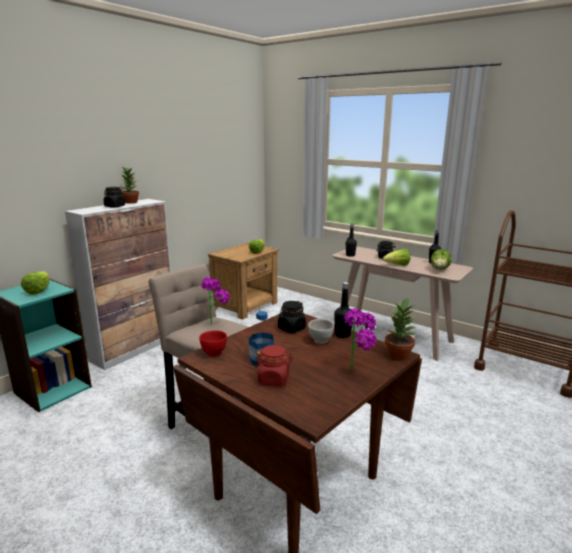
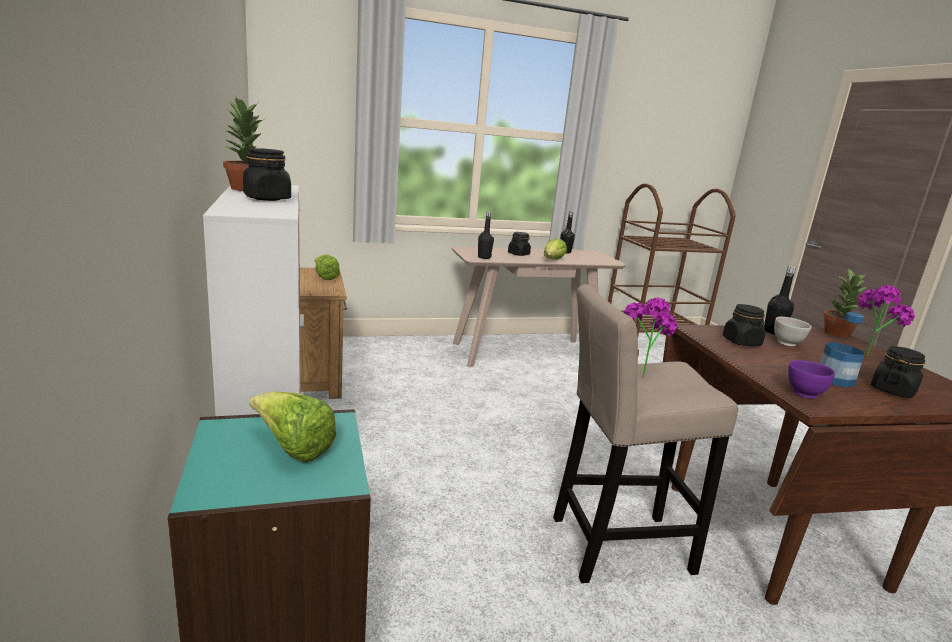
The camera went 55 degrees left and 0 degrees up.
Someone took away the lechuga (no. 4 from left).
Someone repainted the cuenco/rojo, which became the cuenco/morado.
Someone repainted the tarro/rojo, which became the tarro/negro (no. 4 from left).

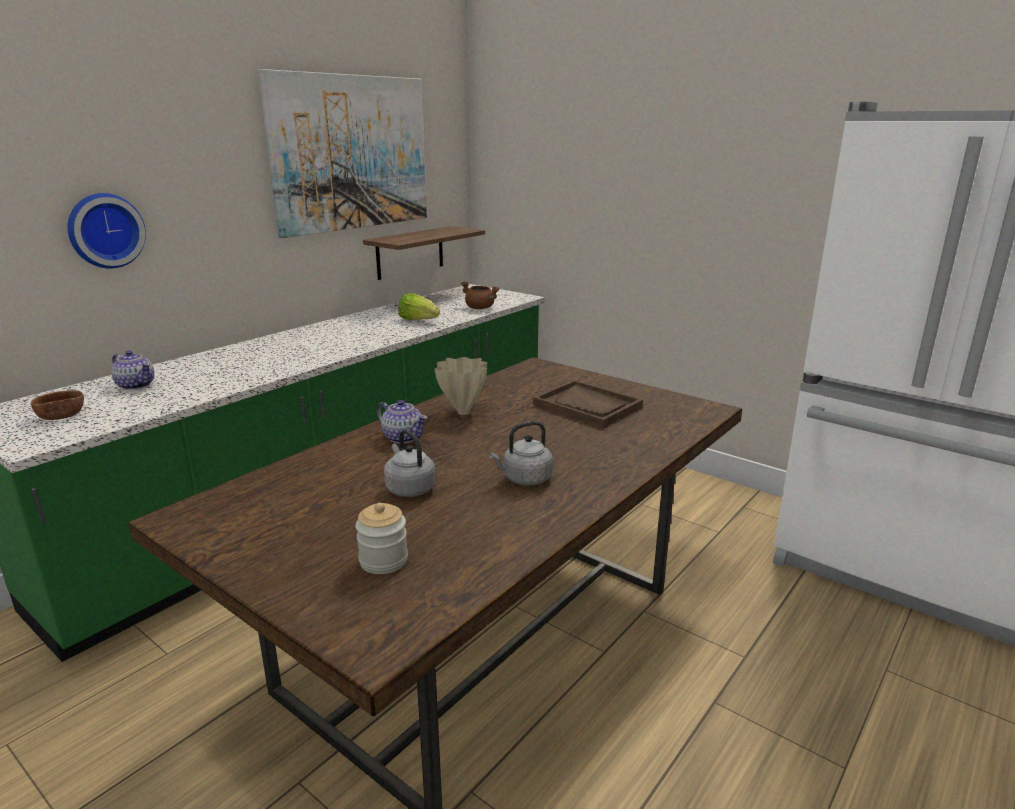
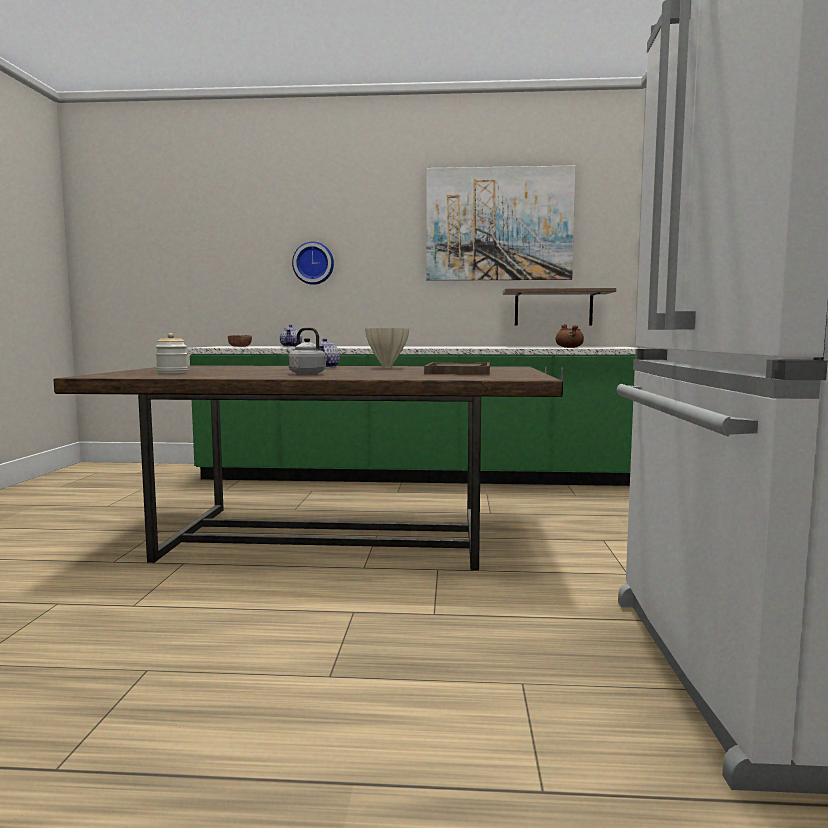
The camera went 55 degrees right and 15 degrees down.
Someone took away the lechuga.
Someone took away the hervidor/gris (no. 1 from left).

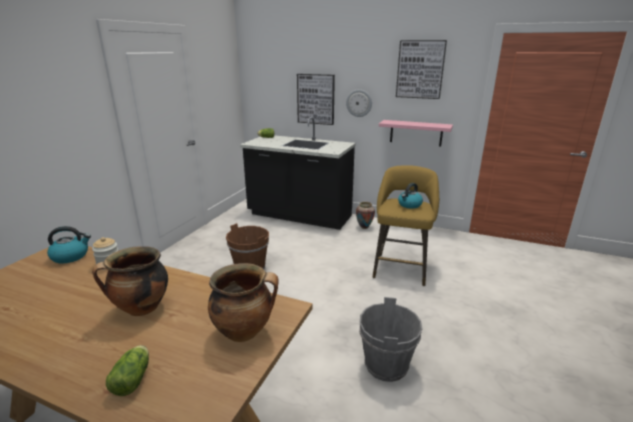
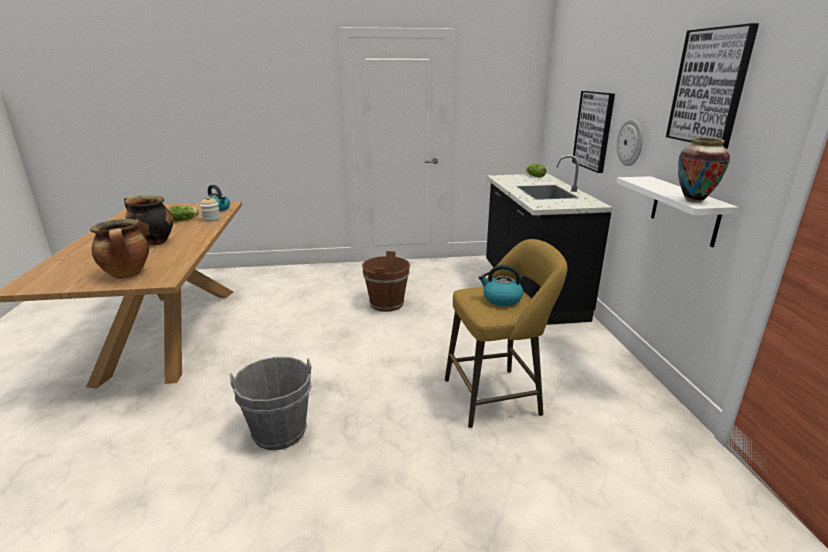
The camera went 60 degrees right and 0 degrees up.
Someone repainted the estante/rosa, which became the estante/blanco.
Someone carried the florero.
Someone carried the lechuga (no. 1 from left).

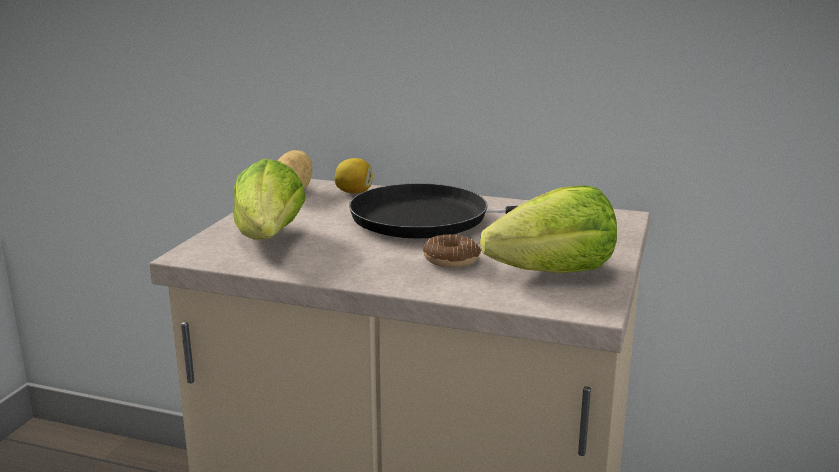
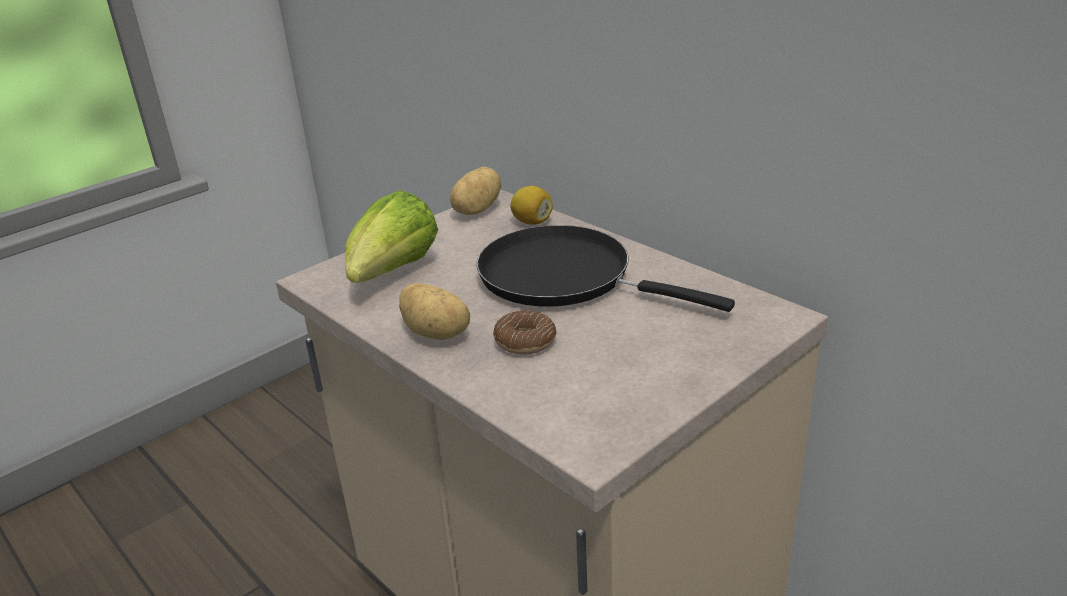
The camera went 30 degrees right and 10 degrees up.
Someone took away the lechuga (no. 2 from left).
Someone put down the patata (no. 1 from left).

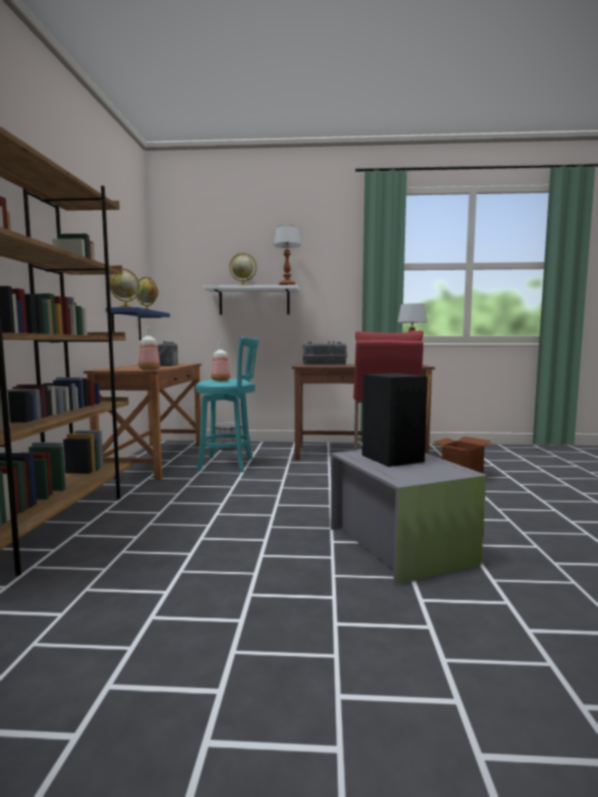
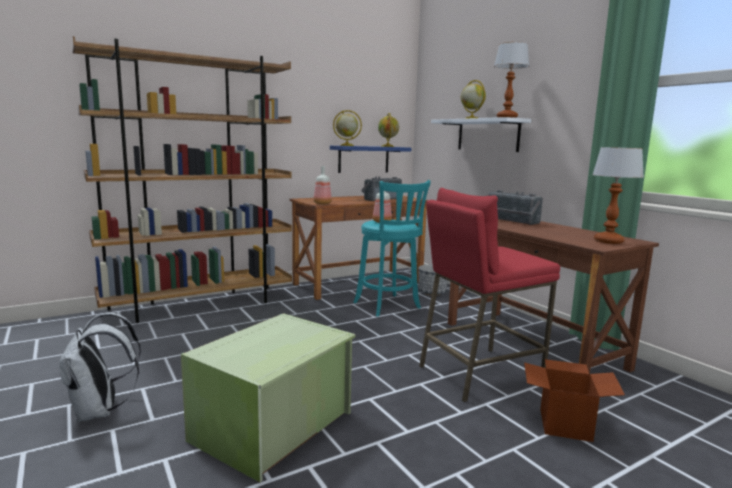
The camera went 55 degrees right and 5 degrees up.
Someone took away the altavoz/negro.
Someone repainted the caja de almacenaje/gris, which became the caja de almacenaje/verde.
Someone put down the mochila/blanco.

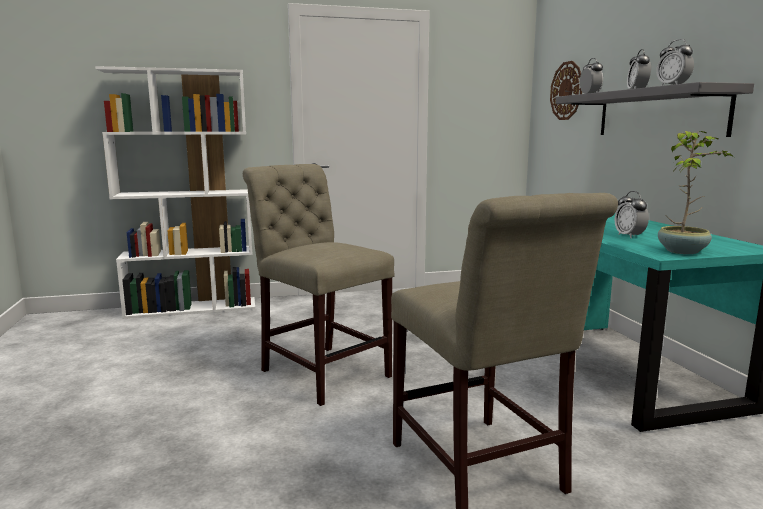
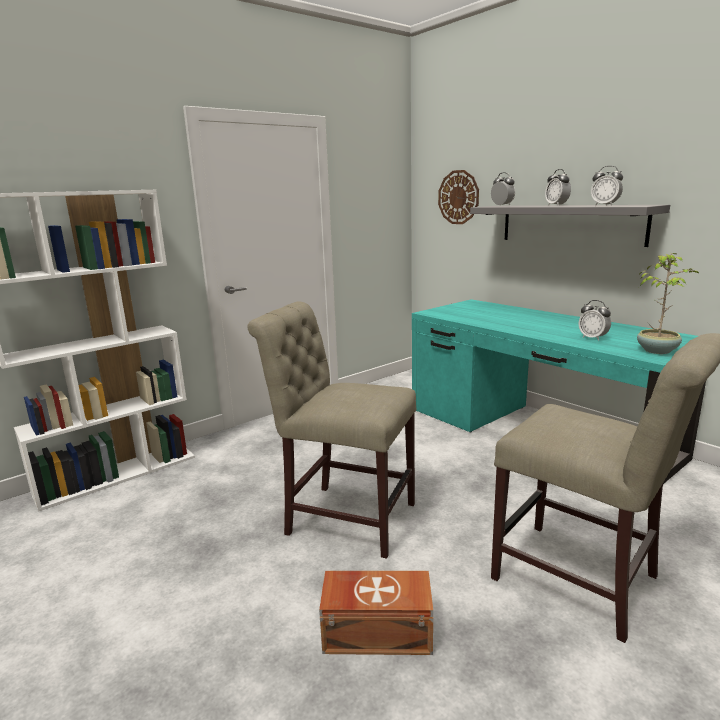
The camera went 25 degrees left and 5 degrees up.
Someone put down the caja de almacenaje/marrón.

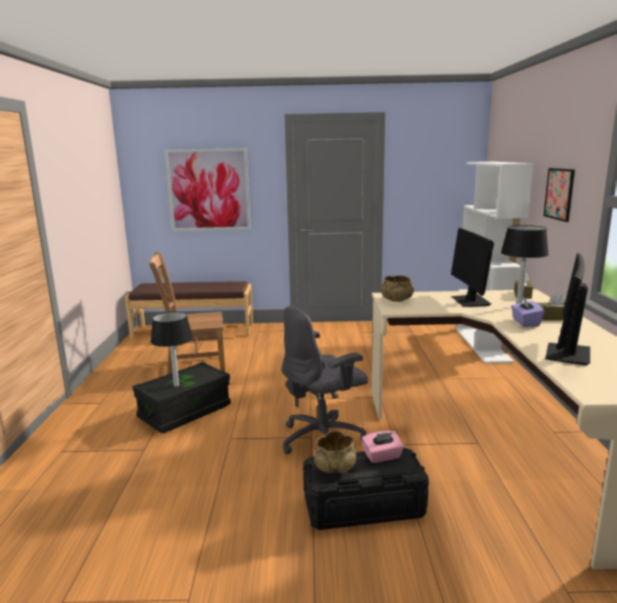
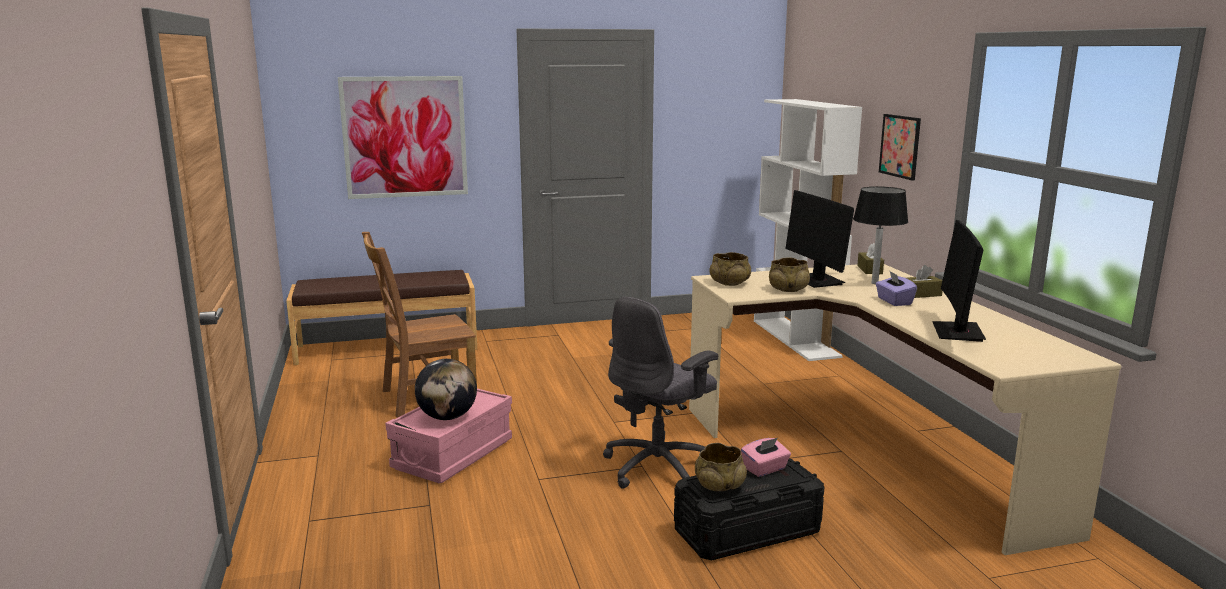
The camera went 15 degrees left and 0 degrees up.
Someone swapped the lámpara de mesa/negro (no. 1 from left) for the globo terráqueo.
Someone repainted the caja de almacenaje/negro (no. 1 from left), which became the caja de almacenaje/rosa.
Someone put down the cuenco/beis (no. 3 from left).

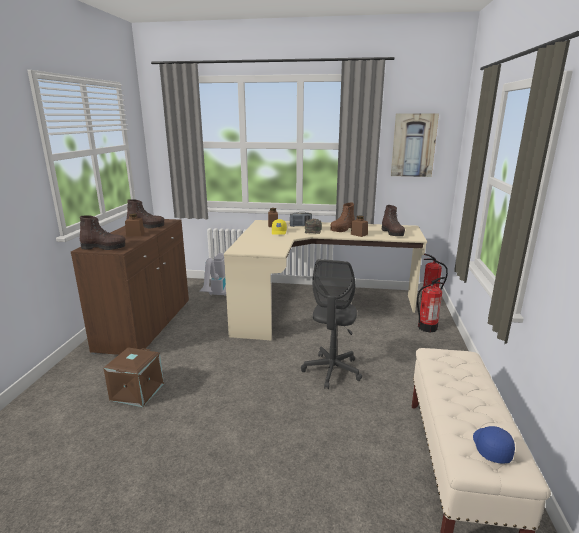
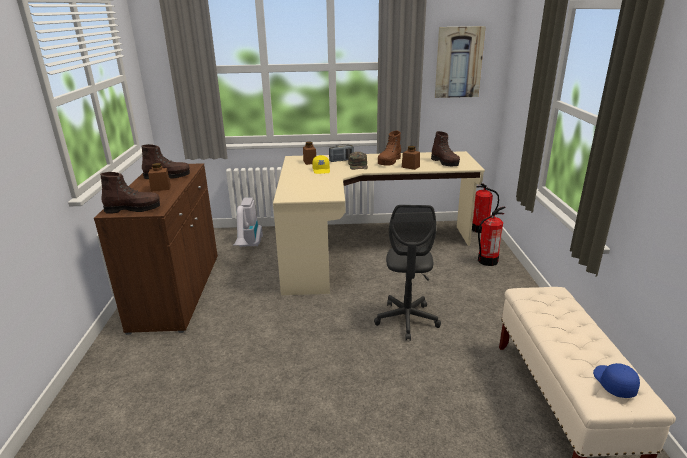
The camera went 10 degrees left and 5 degrees up.
Someone took away the caja de almacenaje/marrón.

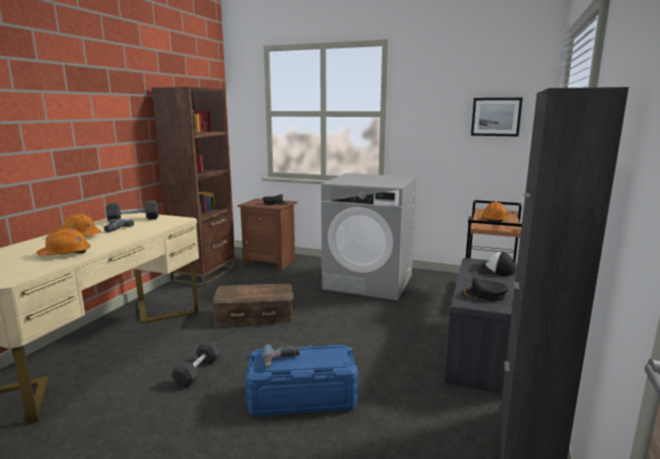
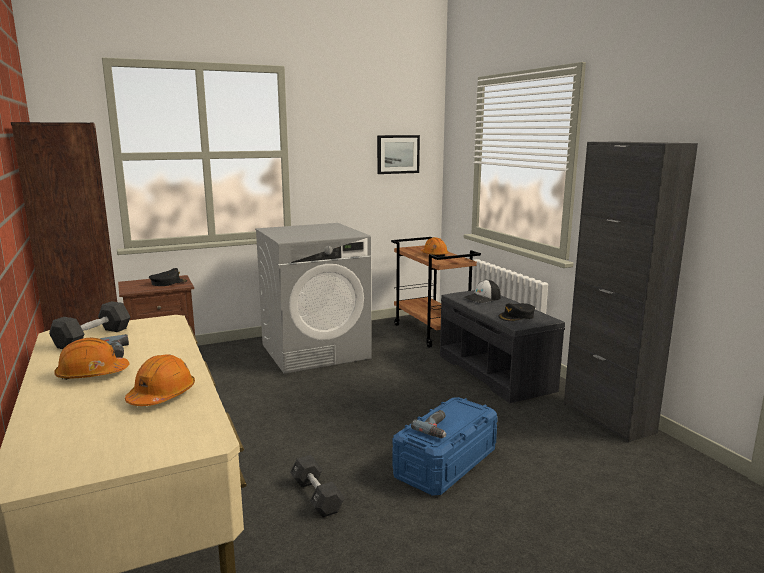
The camera went 45 degrees left and 0 degrees up.
Someone took away the caja de almacenaje/marrón.

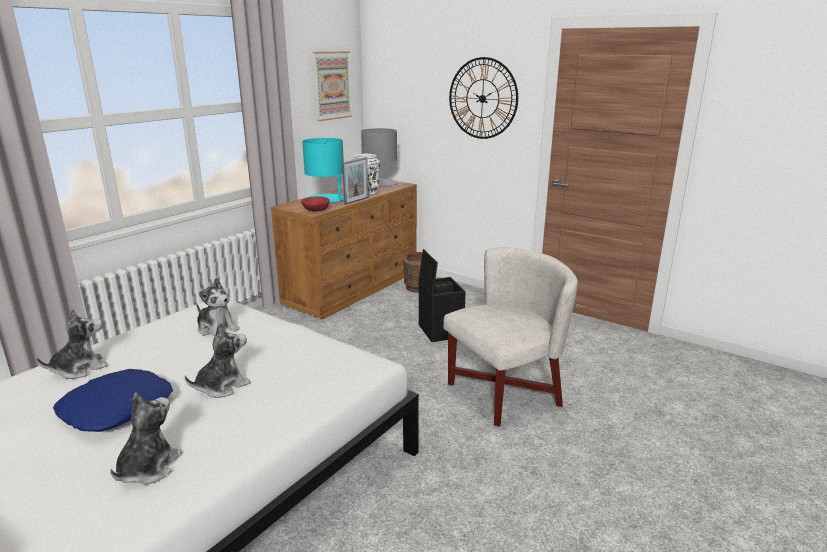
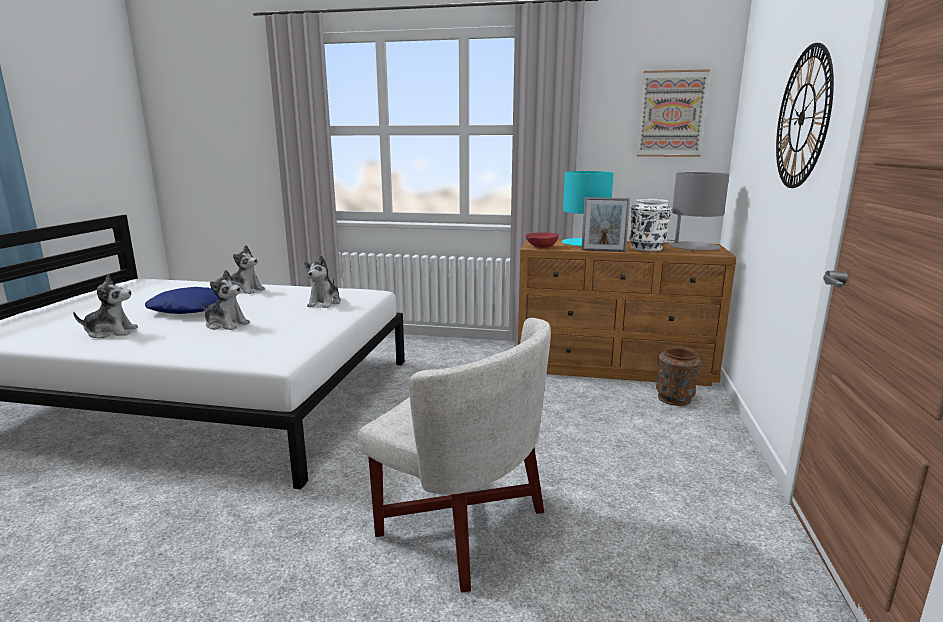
The camera went 65 degrees right and 5 degrees down.
Someone took away the caja de almacenaje/negro.

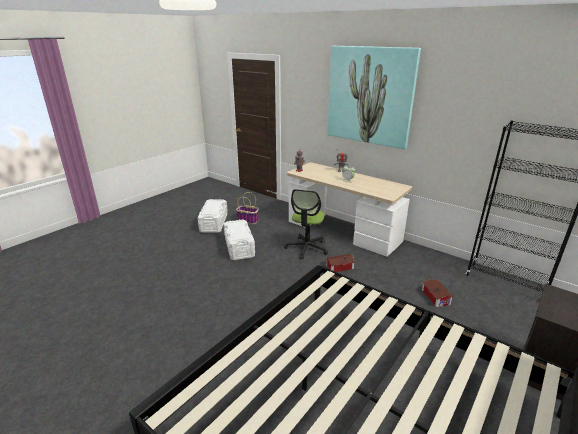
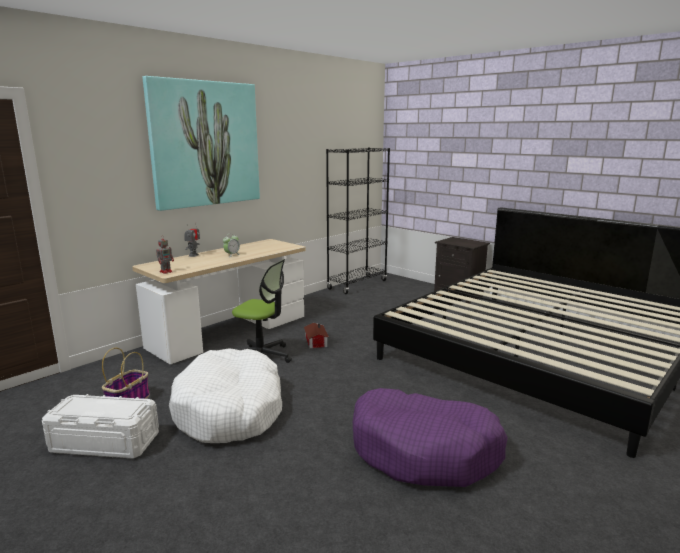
The camera went 85 degrees left and 10 degrees down.
Someone swapped the caja de almacenaje/blanco (no. 2 from left) for the cama para perro/blanco.
Someone took away the casita (no. 2 from left).
Someone put down the cama para perro/morado.

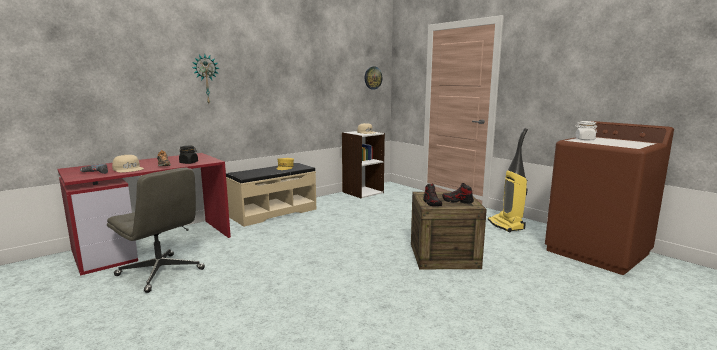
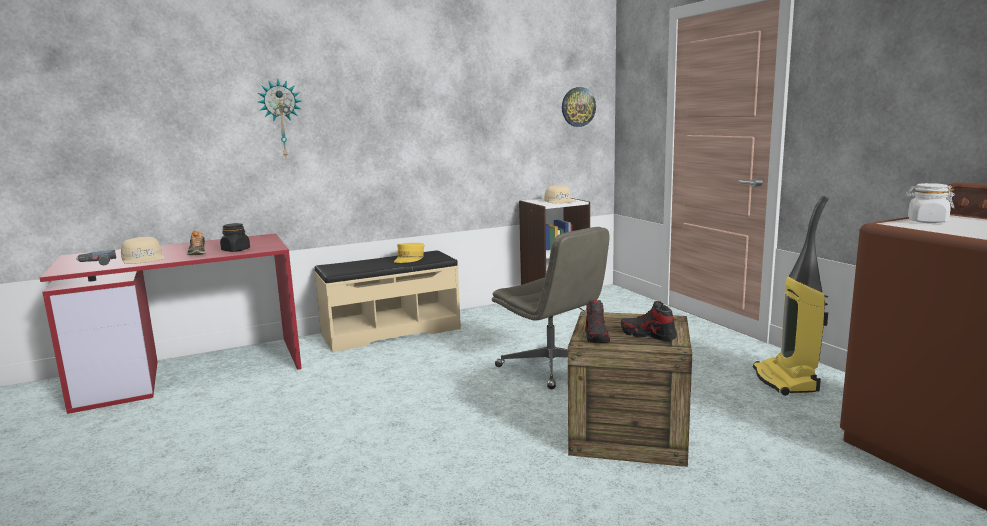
The camera went 15 degrees right and 0 degrees up.
Someone carried the silla de oficina/gris.

